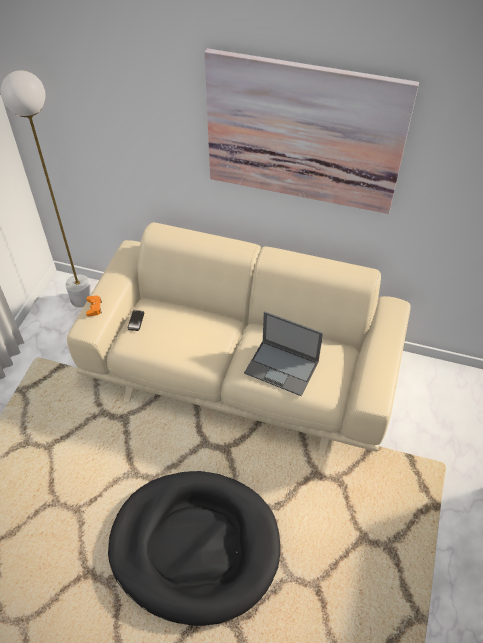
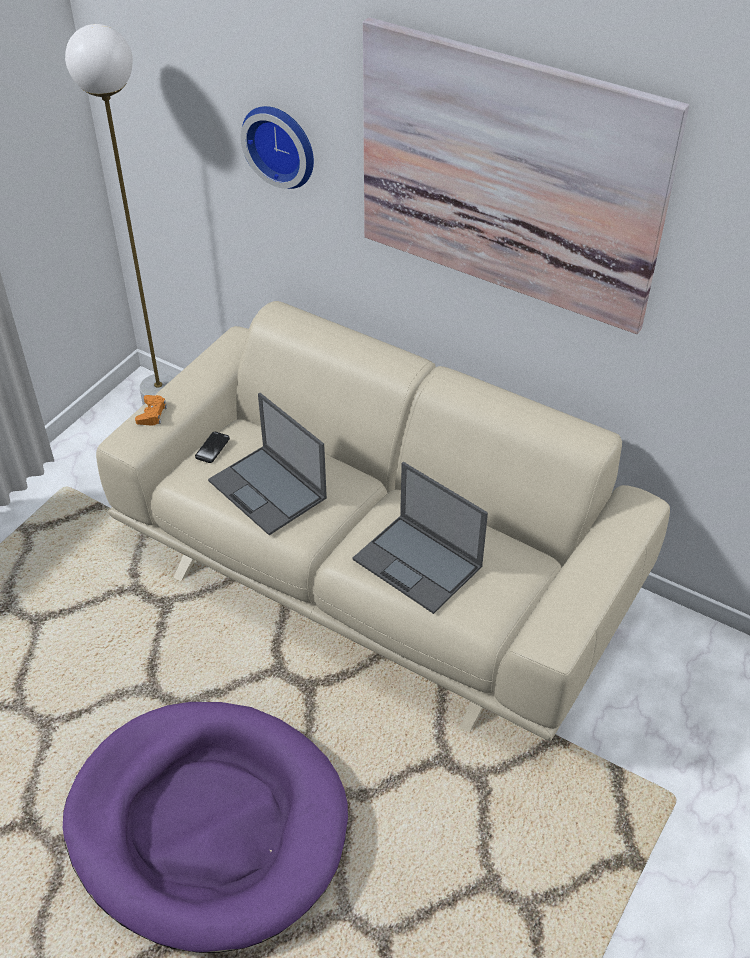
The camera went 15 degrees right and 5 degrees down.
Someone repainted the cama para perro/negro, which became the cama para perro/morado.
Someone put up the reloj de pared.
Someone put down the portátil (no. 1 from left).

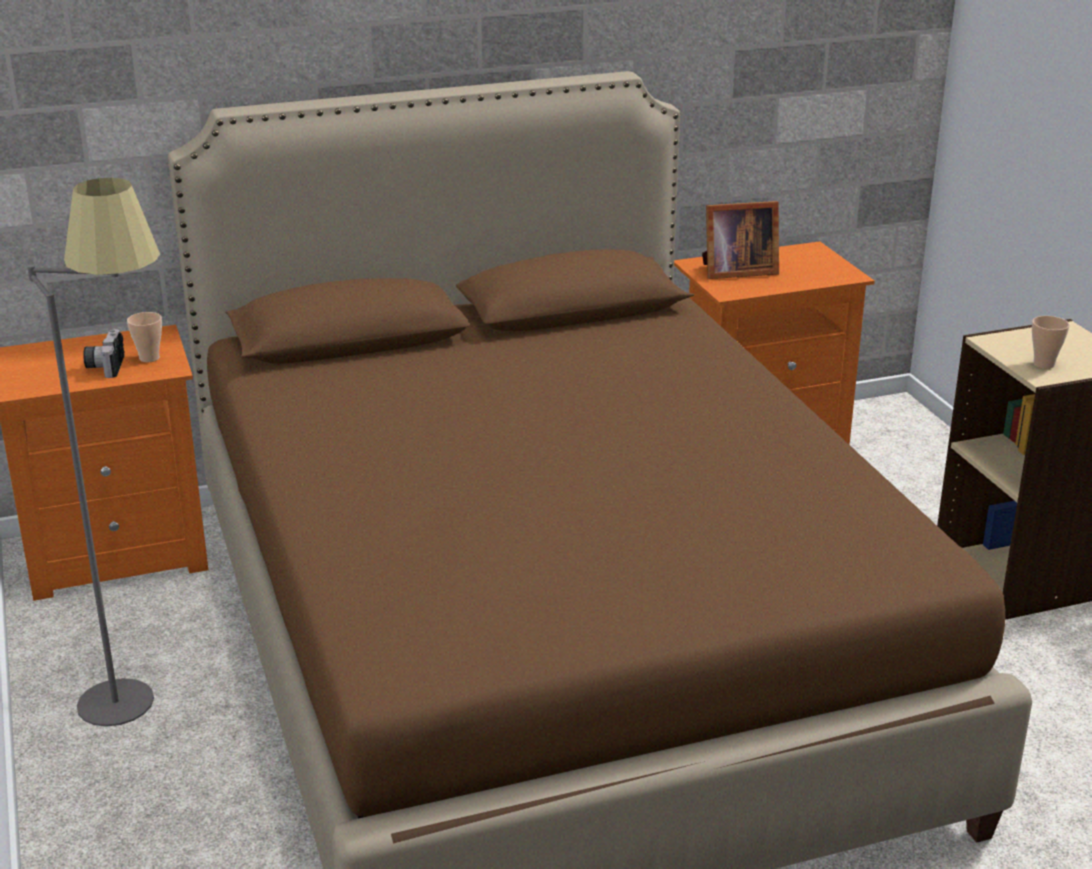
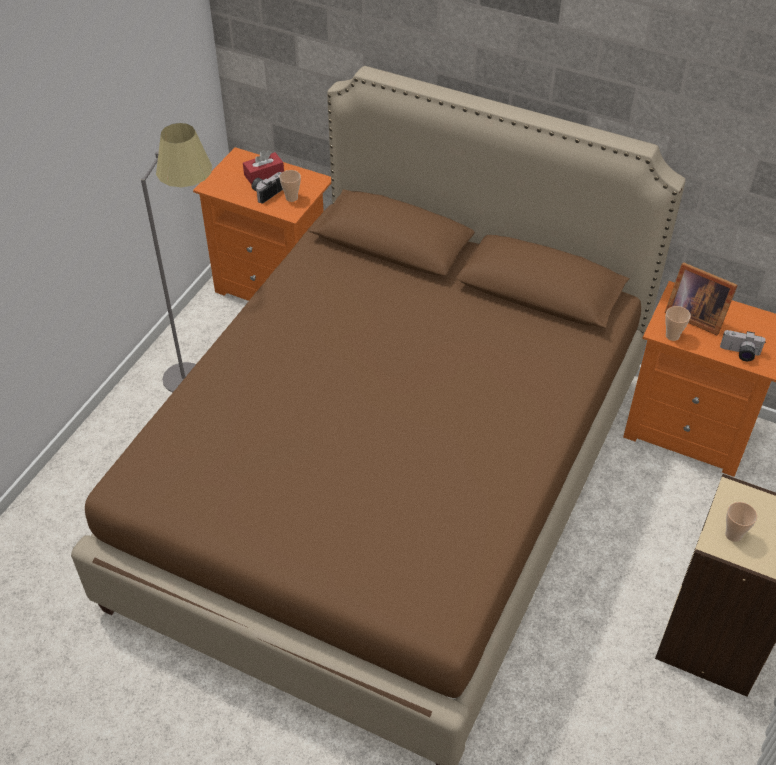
The camera went 45 degrees right and 20 degrees up.
Someone put down the caja de pañuelos/rojo.
Someone put down the taza (no. 2 from left).
Someone put down the cámara (no. 2 from left).

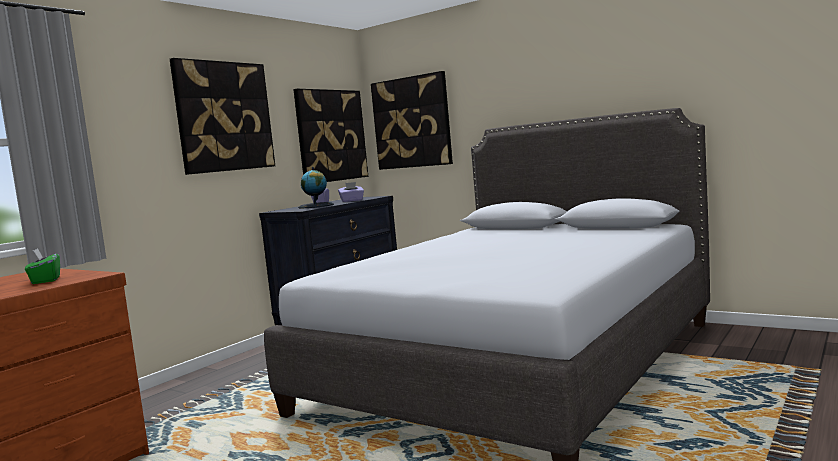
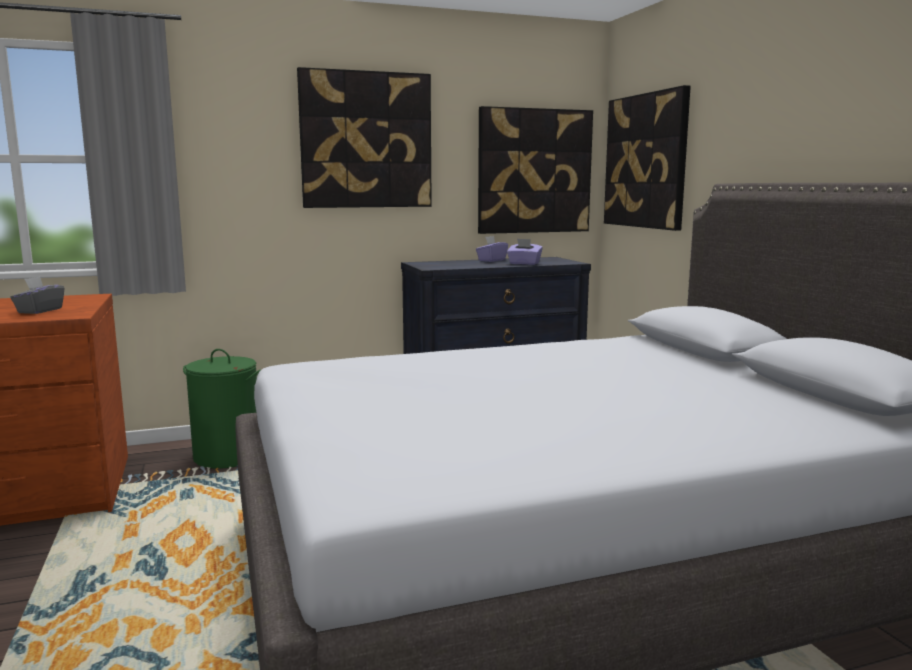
The camera went 35 degrees right and 5 degrees up.
Someone took away the globo terráqueo.
Someone repainted the caja de pañuelos/verde, which became the caja de pañuelos/gris.
Someone put down the cesto de la ropa/verde.

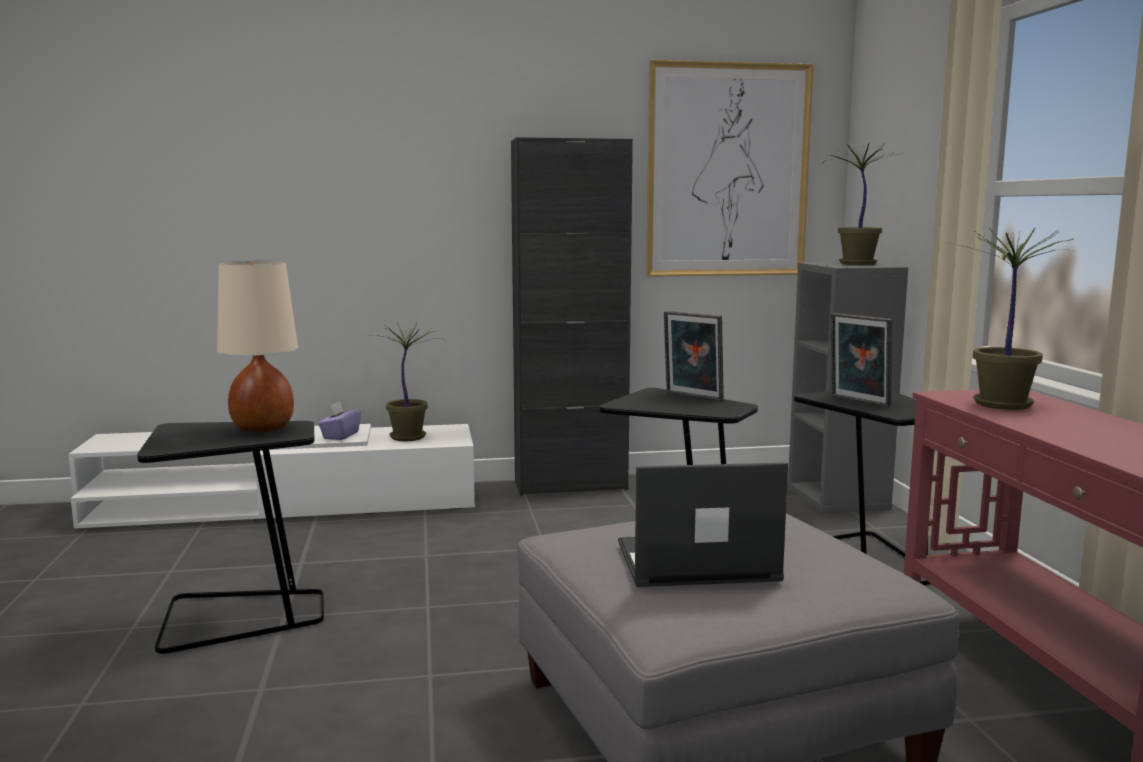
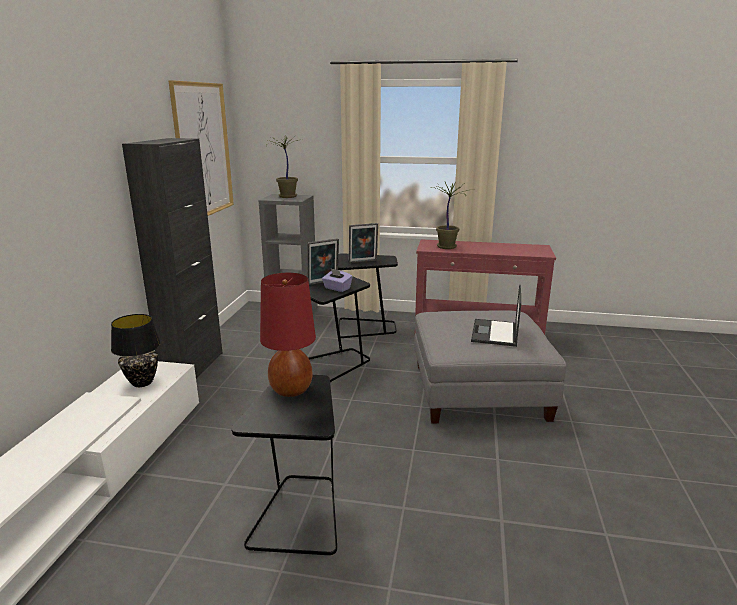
The camera went 70 degrees left and 10 degrees up.
Someone repainted the lámpara de mesa/beis, which became the lámpara de mesa/rojo.
Someone swapped the planta en maceta (no. 1 from left) for the lámpara de mesa/negro.
Someone carried the caja de pañuelos/morado.

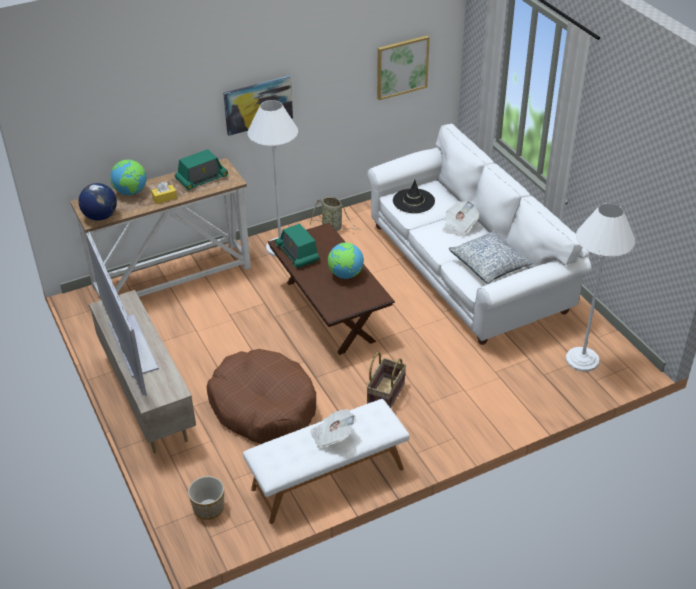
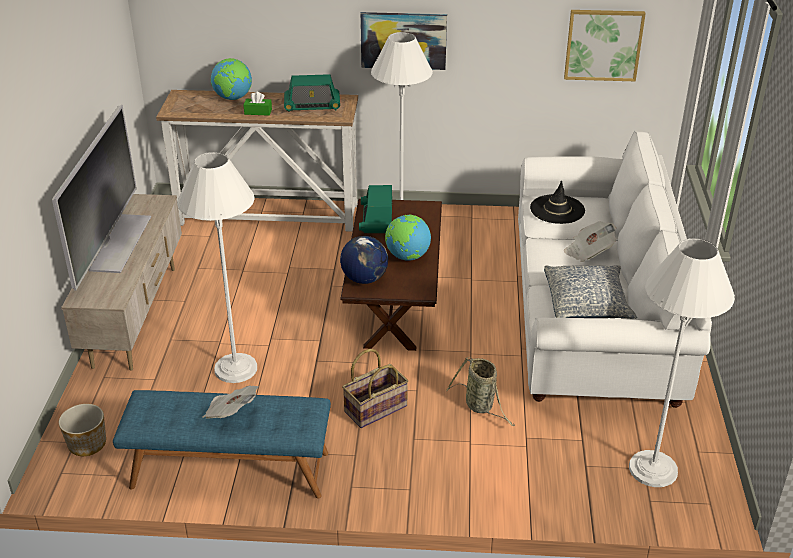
The camera went 30 degrees right and 5 degrees down.
Someone repainted the caja de pañuelos/amarillo, which became the caja de pañuelos/verde.
Someone carried the globo terráqueo (no. 1 from left in the first image).
Someone carried the cesta (no. 1 from left in the first image).
Someone swapped the cama para perro/marrón for the lámpara de pie/blanco (no. 1 from left).
Someone repainted the banco/blanco, which became the banco/azul.

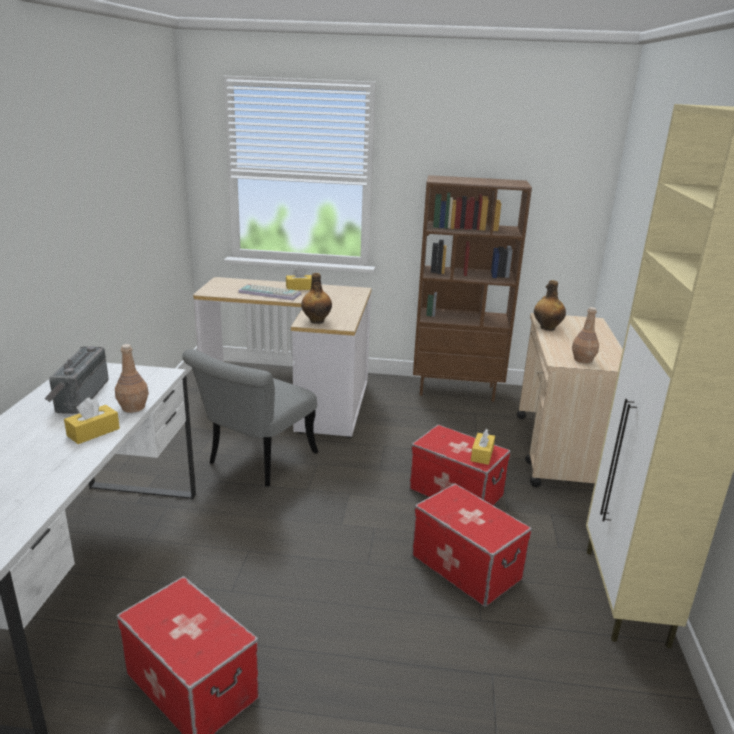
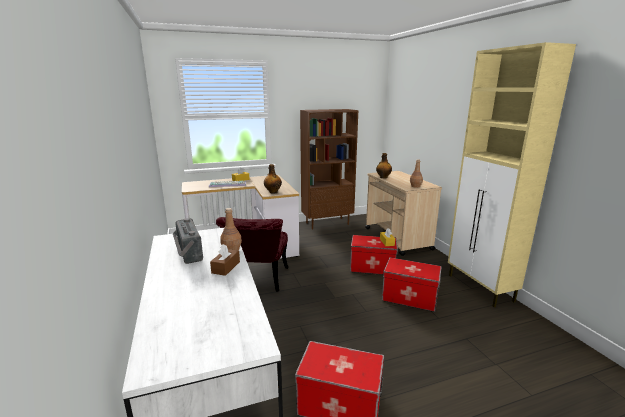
The camera went 25 degrees left and 5 degrees down.
Someone repainted the silla/gris, which became the silla/rojo.
Someone repainted the caja de pañuelos/amarillo (no. 1 from left), which became the caja de pañuelos/marrón.

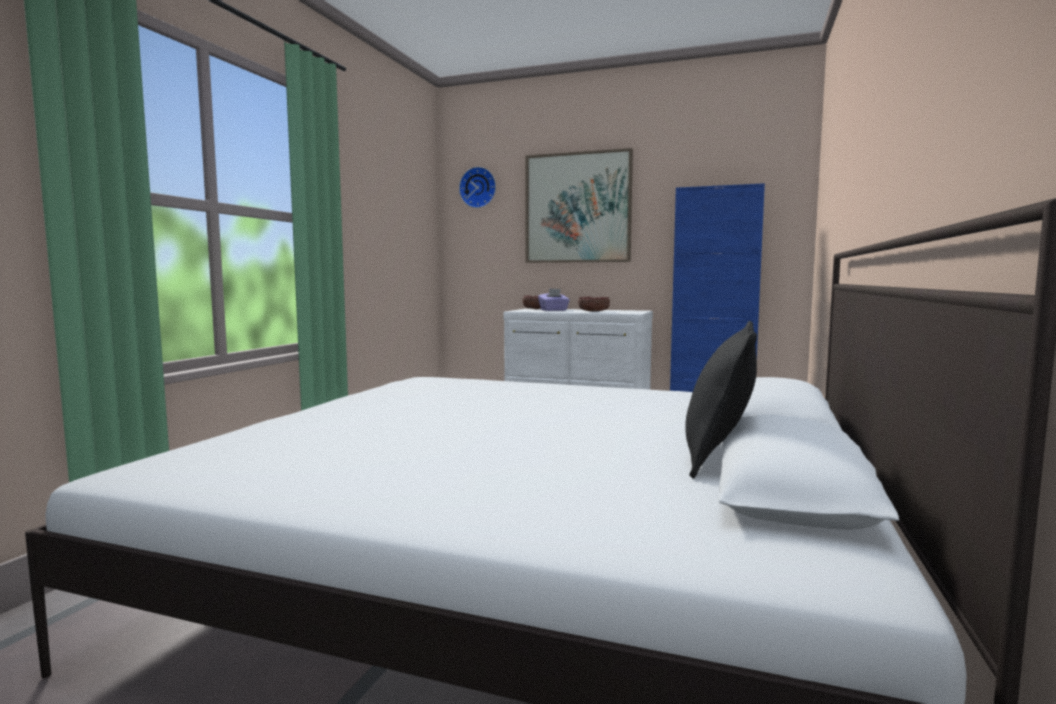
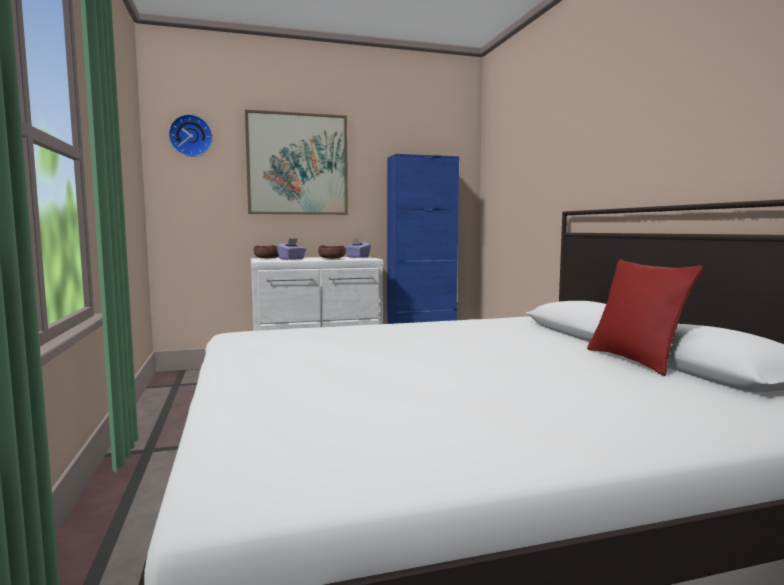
The camera went 35 degrees left and 0 degrees up.
Someone repainted the cojín/negro, which became the cojín/rojo.
Someone put down the caja de pañuelos/morado (no. 2 from left).

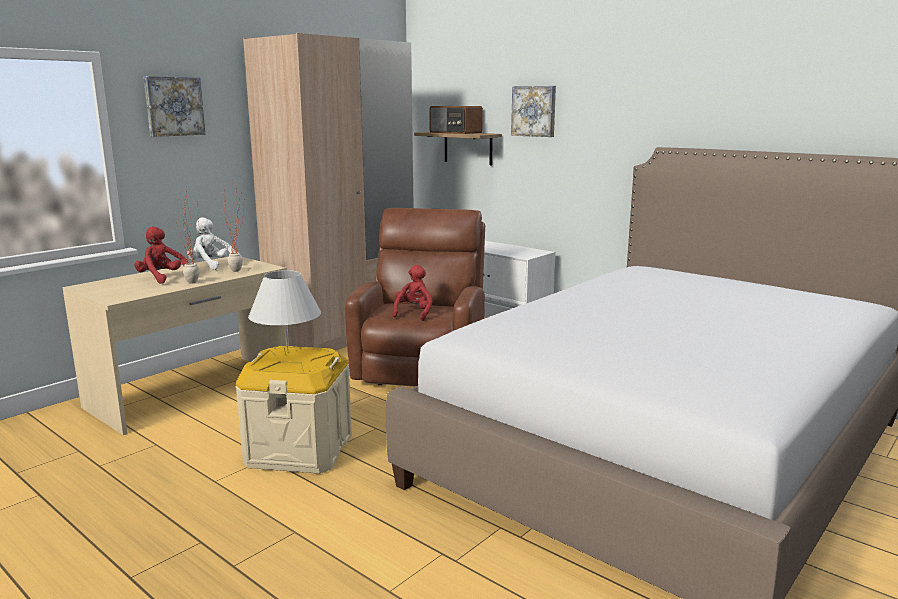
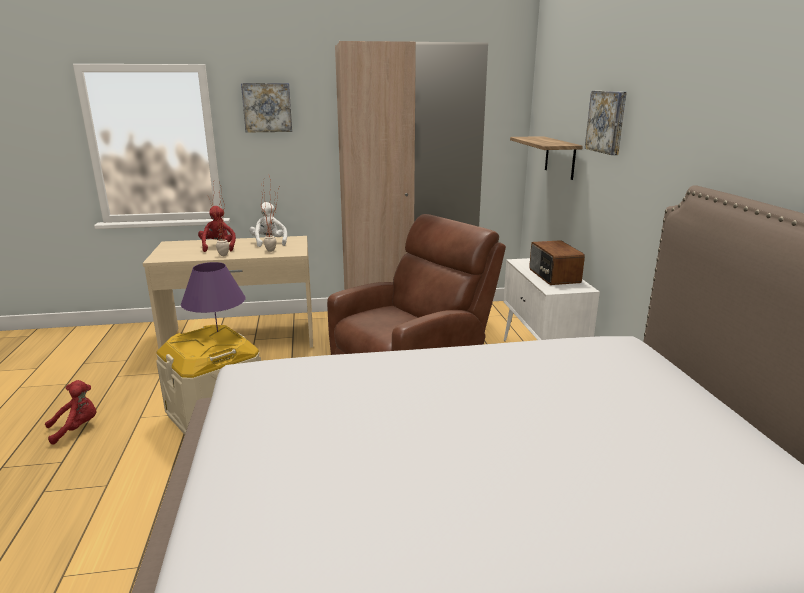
The camera went 40 degrees right and 5 degrees up.
Someone carried the radio.
Someone carried the peluche/rojo (no. 2 from left in the first image).
Someone repainted the lámpara de mesa/blanco, which became the lámpara de mesa/morado.

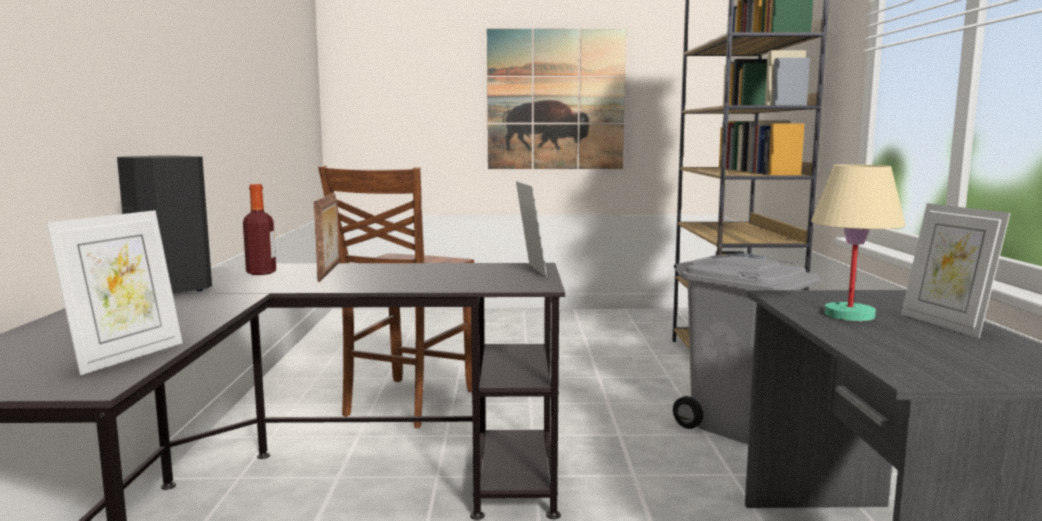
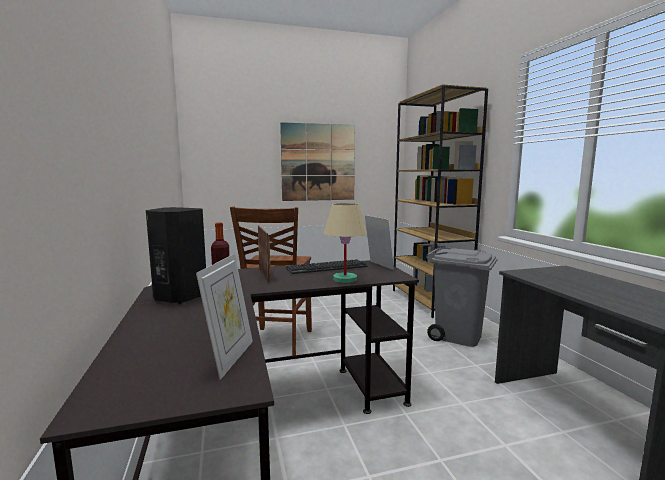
The camera went 15 degrees left and 0 degrees up.
Someone carried the lámpara de mesa/beis.
Someone took away the portarretratos (no. 4 from left).
Someone put down the teclado.

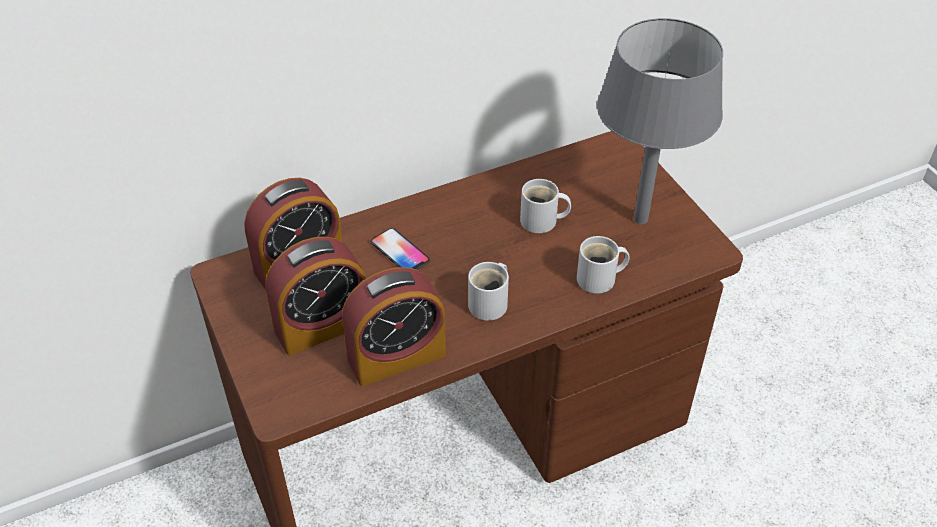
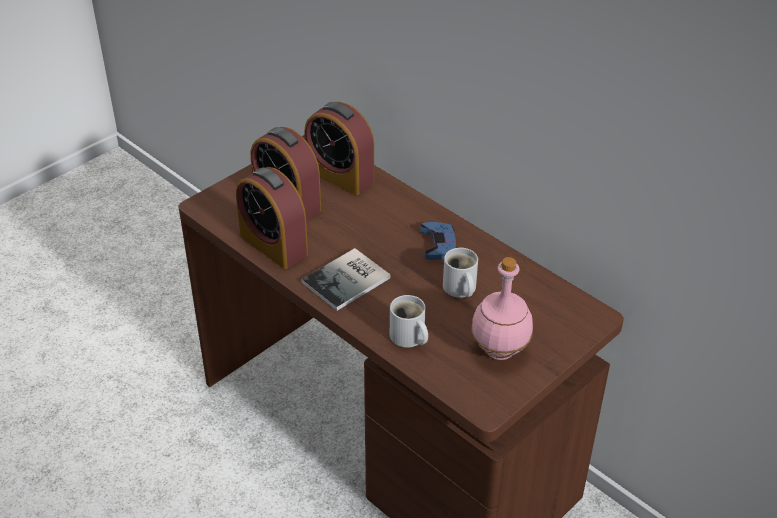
The camera went 70 degrees right and 5 degrees down.
Someone swapped the lámpara de mesa/gris for the botella/rosa.
Someone took away the móvil.
Someone swapped the taza grande/blanco (no. 1 from left) for the libro.
Someone put down the mando de consola/azul.

